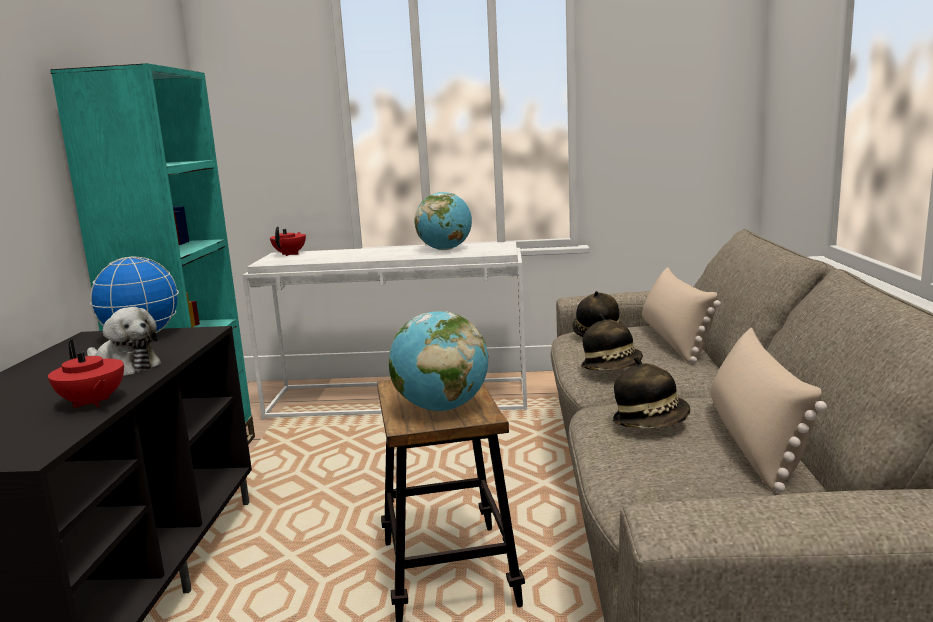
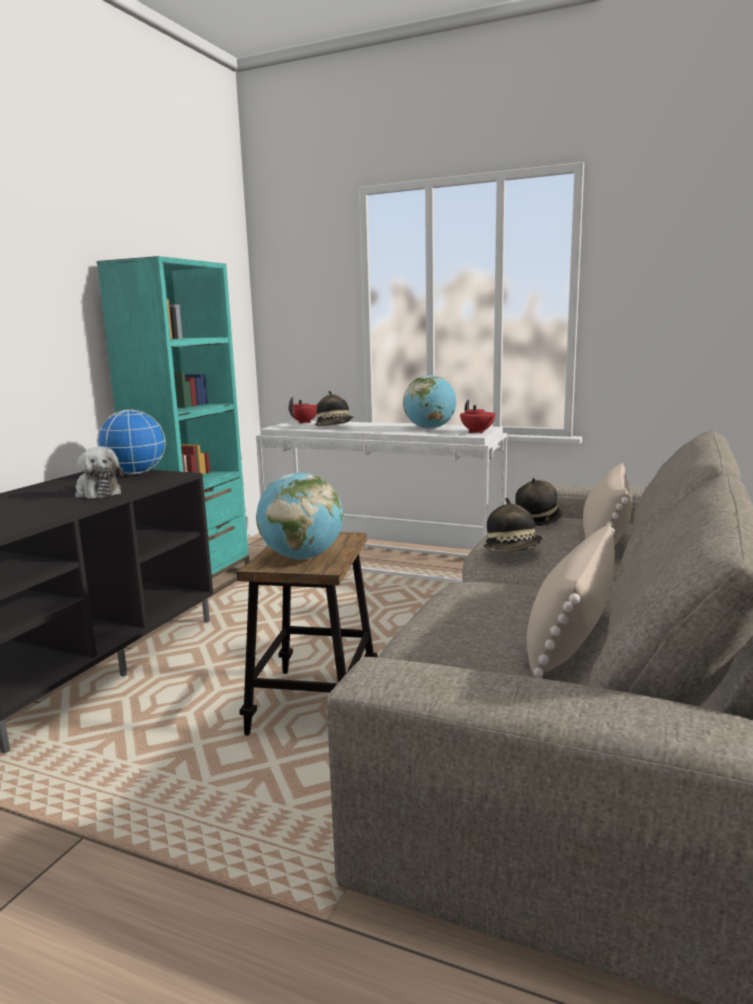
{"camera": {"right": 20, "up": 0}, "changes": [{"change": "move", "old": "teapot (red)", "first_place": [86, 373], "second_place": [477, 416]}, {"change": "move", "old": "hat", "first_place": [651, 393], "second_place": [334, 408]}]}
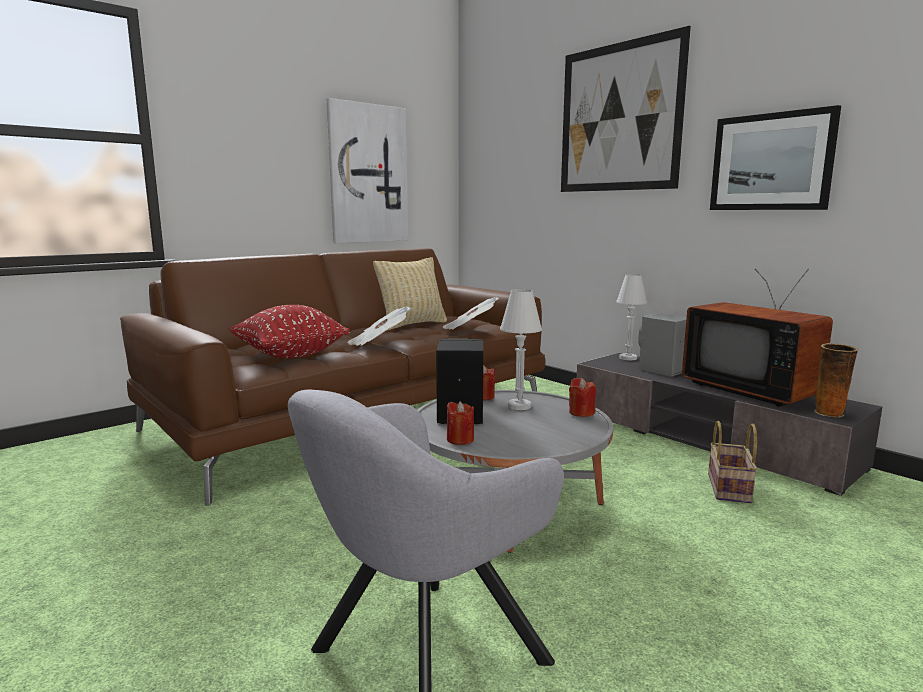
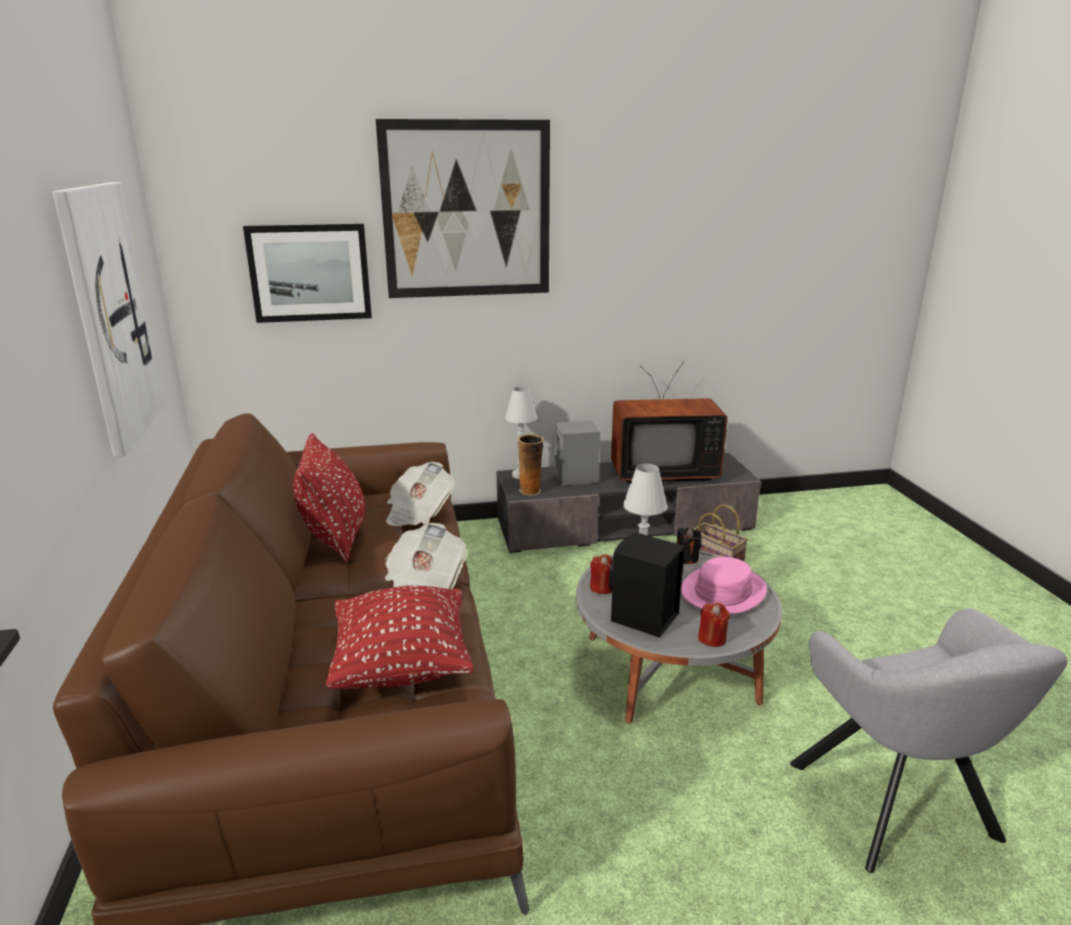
{"camera": {"right": -60, "up": 10}, "changes": [{"change": "insert", "new": "hat (pink)", "second_place": [724, 585]}, {"change": "move", "old": "picture", "first_place": [775, 157], "second_place": [307, 273]}, {"change": "move", "old": "vase", "first_place": [836, 380], "second_place": [531, 465]}, {"change": "recolor", "old": "pillow (beige)", "new": "pillow (red)", "first_place": [410, 293], "second_place": [329, 497]}, {"change": "recolor", "old": "candle (red)", "new": "candle (black)", "first_place": [582, 397], "second_place": [689, 546]}]}
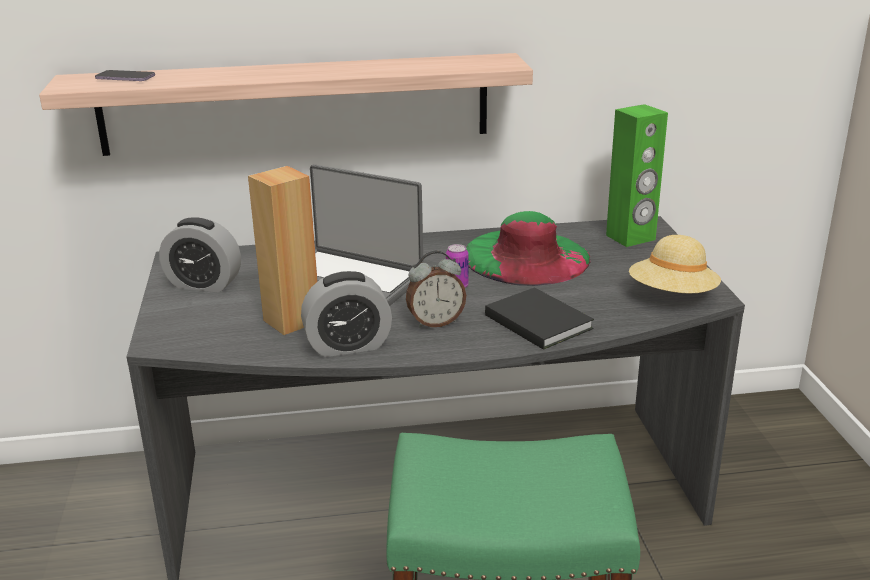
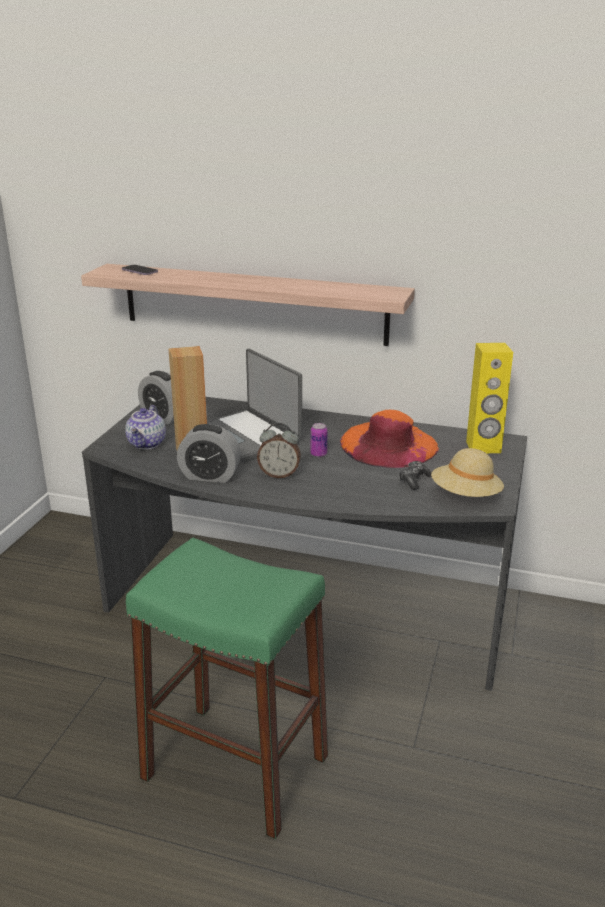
{"camera": {"right": 25, "up": 0}, "changes": [{"change": "delete", "old": "book (black)", "first_place": [539, 318]}, {"change": "insert", "new": "teapot", "second_place": [145, 427]}, {"change": "insert", "new": "game controller", "second_place": [415, 475]}, {"change": "recolor", "old": "hat (green)", "new": "hat (orange)", "first_place": [528, 248], "second_place": [389, 439]}, {"change": "recolor", "old": "speaker (green)", "new": "speaker (yellow)", "first_place": [637, 175], "second_place": [489, 398]}]}
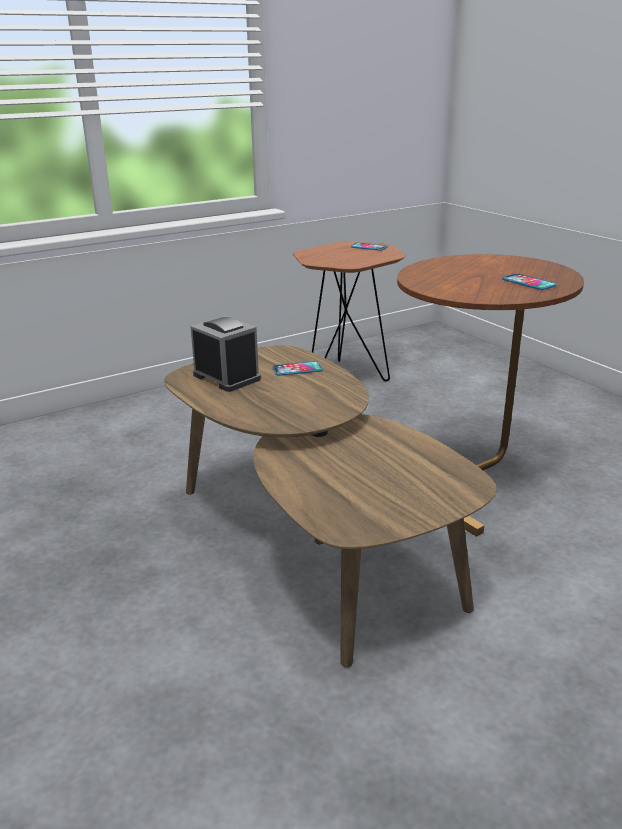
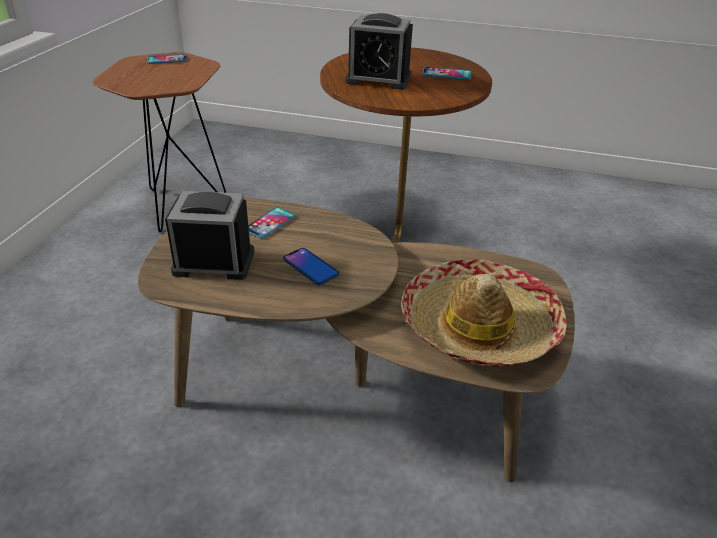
{"camera": {"right": -45, "up": 10}, "changes": [{"change": "insert", "new": "phone", "second_place": [311, 266]}, {"change": "insert", "new": "alarm clock", "second_place": [379, 51]}, {"change": "insert", "new": "hat", "second_place": [484, 313]}]}
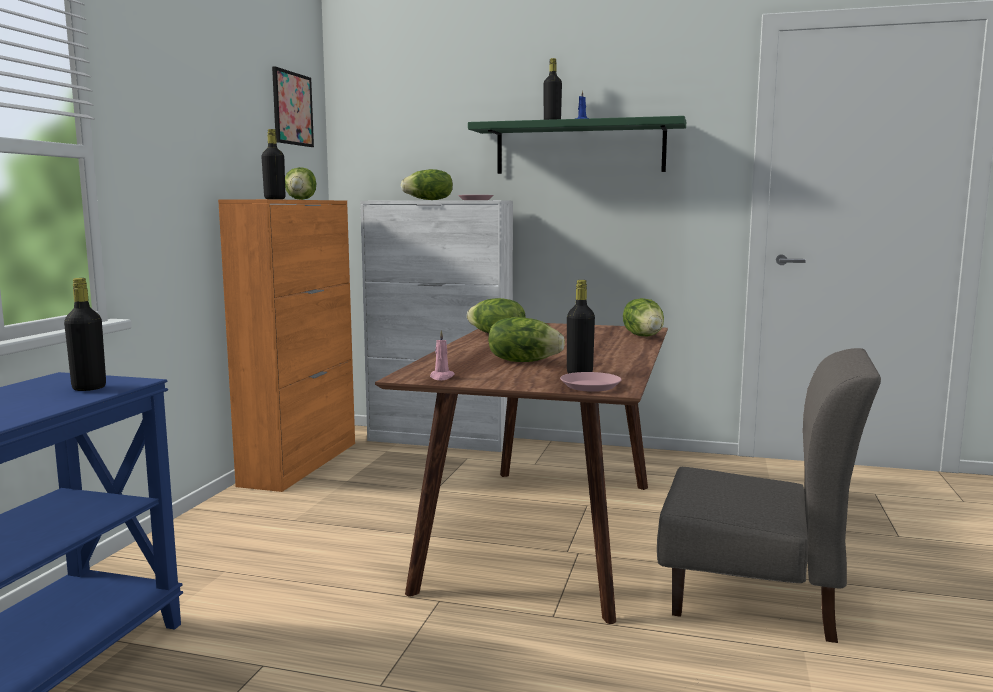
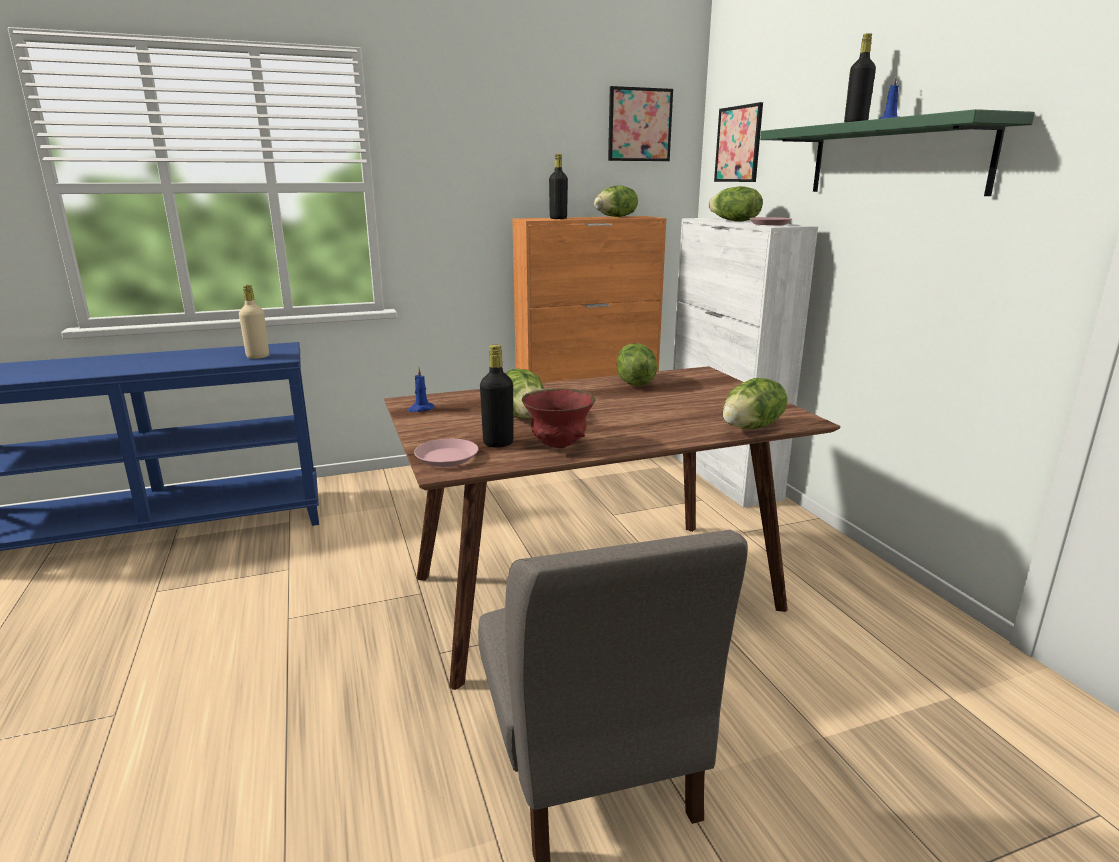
{"camera": {"right": 55, "up": 10}, "changes": [{"change": "insert", "new": "bowl (red)", "second_place": [558, 418]}, {"change": "insert", "new": "picture", "second_place": [738, 142]}, {"change": "recolor", "old": "bottle (black)", "new": "bottle (beige)", "first_place": [85, 334], "second_place": [254, 322]}, {"change": "recolor", "old": "candle (pink)", "new": "candle (blue)", "first_place": [442, 355], "second_place": [421, 390]}]}
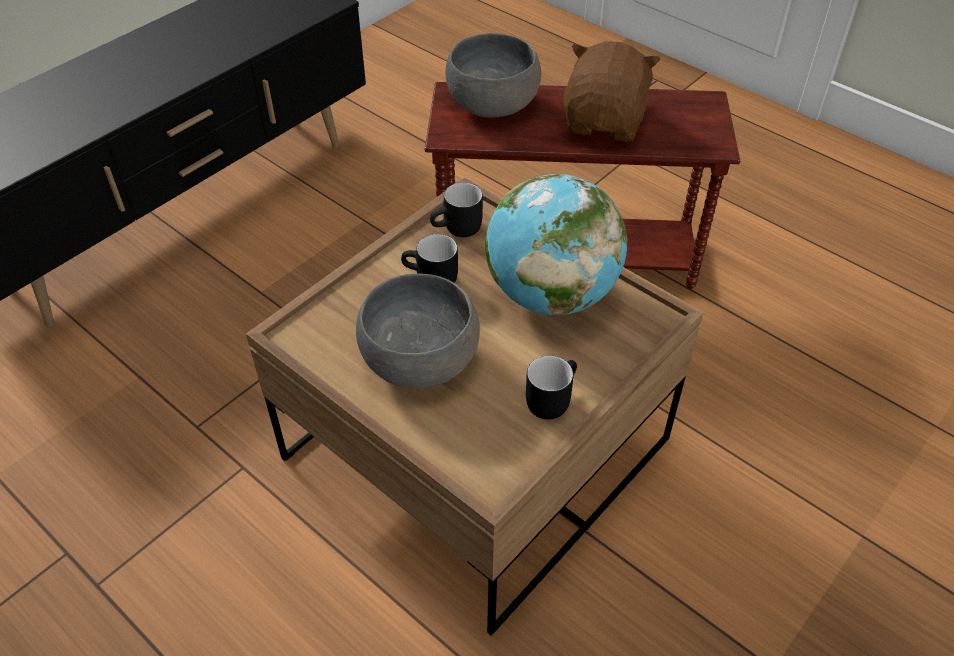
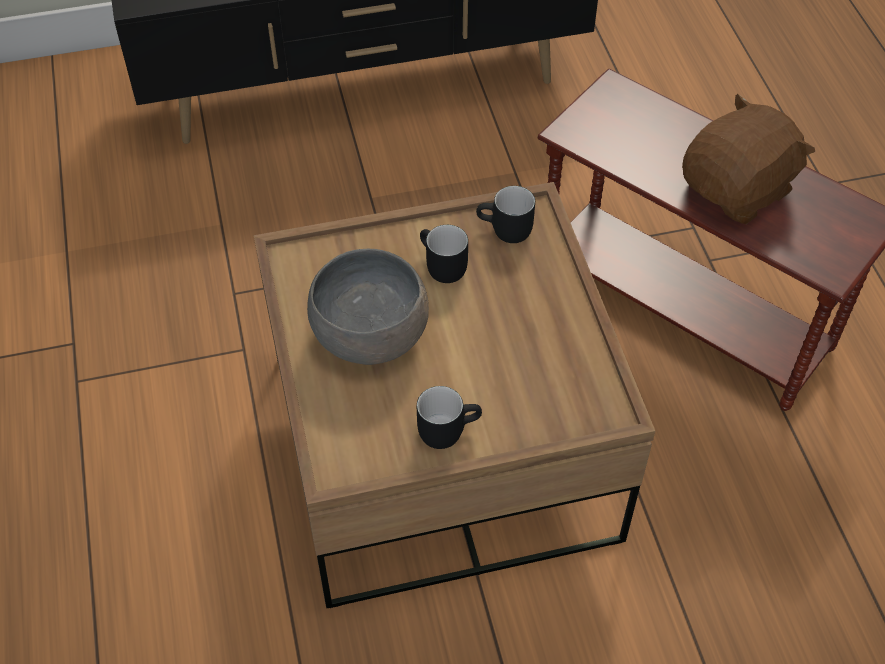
{"camera": {"right": 35, "up": 5}, "changes": [{"change": "delete", "old": "bowl (grey)", "first_place": [493, 75]}, {"change": "delete", "old": "globe", "first_place": [556, 244]}]}
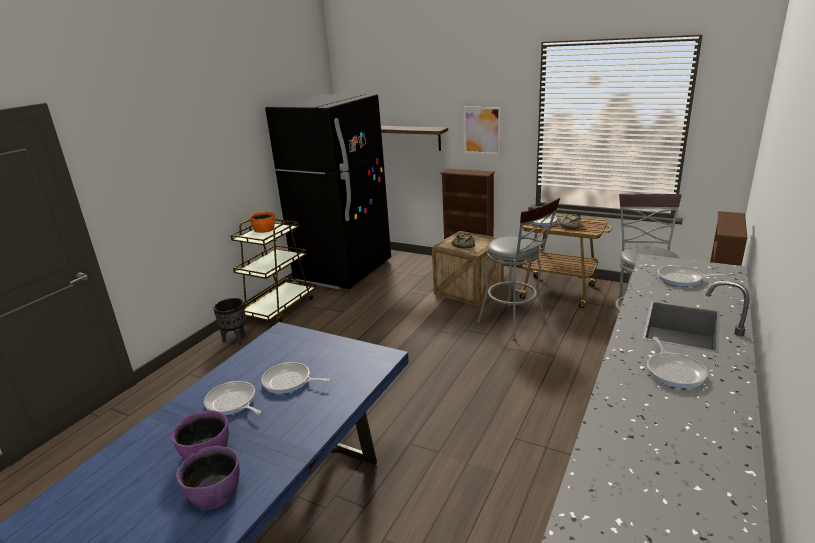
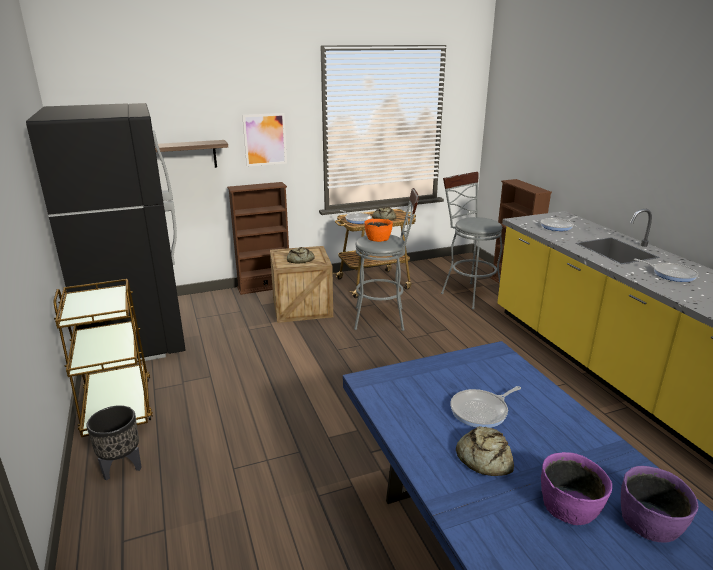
{"camera": {"right": -50, "up": 0}, "changes": [{"change": "move", "old": "bowl (orange)", "first_place": [262, 222], "second_place": [378, 230]}, {"change": "replace", "old": "frying pan", "new": "bread", "first_place": [232, 398], "second_place": [485, 451]}]}
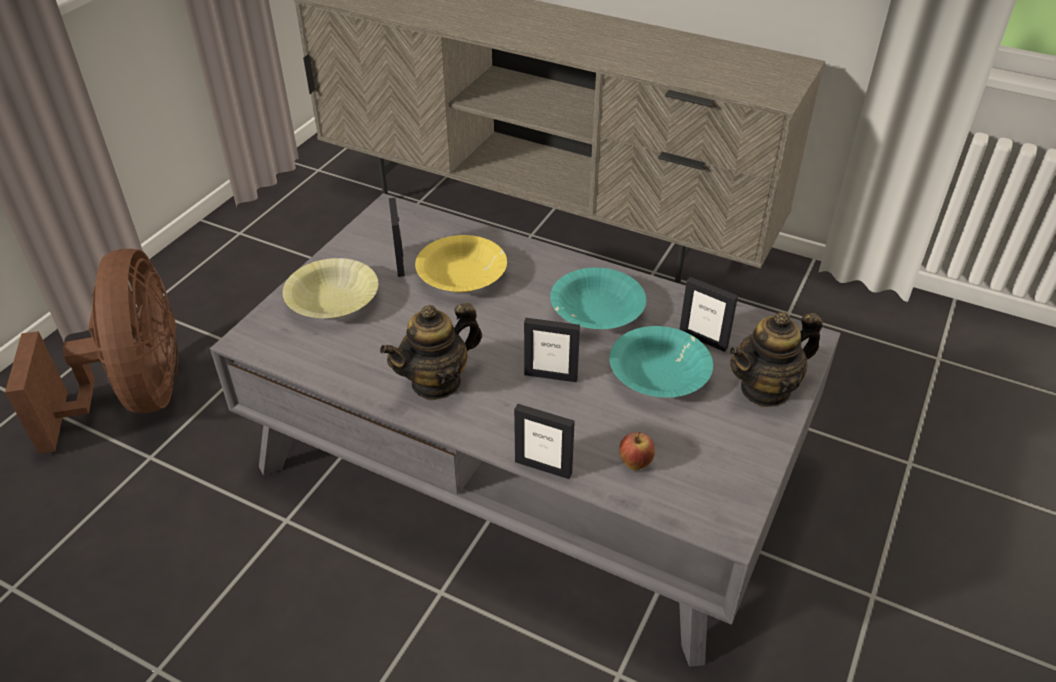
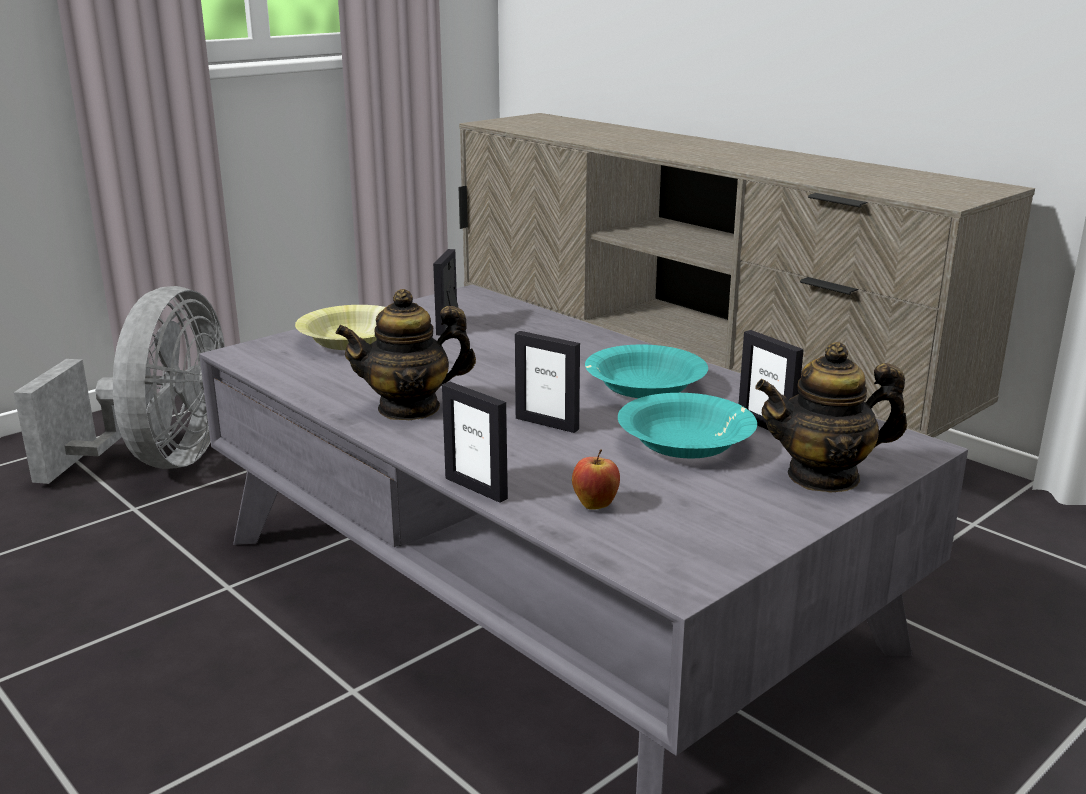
{"camera": {"right": 20, "up": -20}, "changes": [{"change": "delete", "old": "bowl (yellow)", "first_place": [461, 263]}, {"change": "recolor", "old": "fan (brown)", "new": "fan (grey)", "first_place": [91, 351], "second_place": [119, 385]}]}
